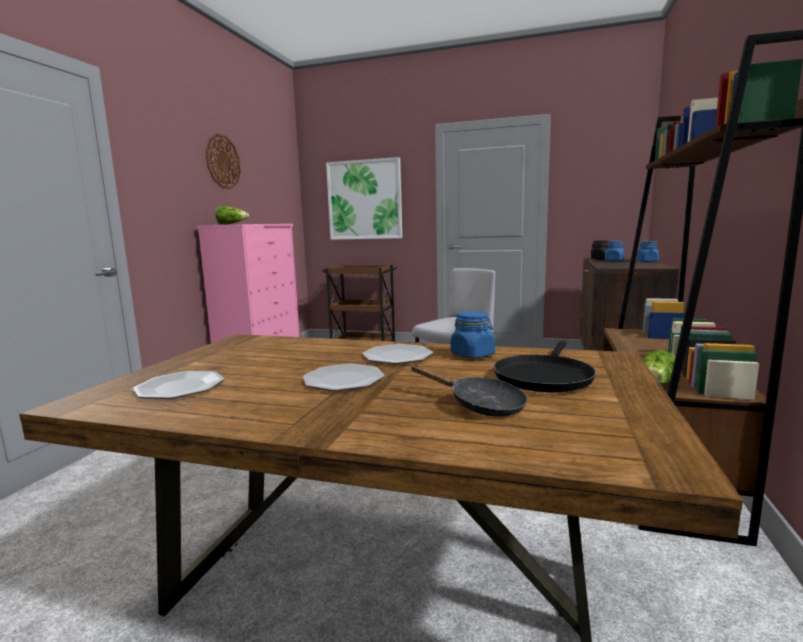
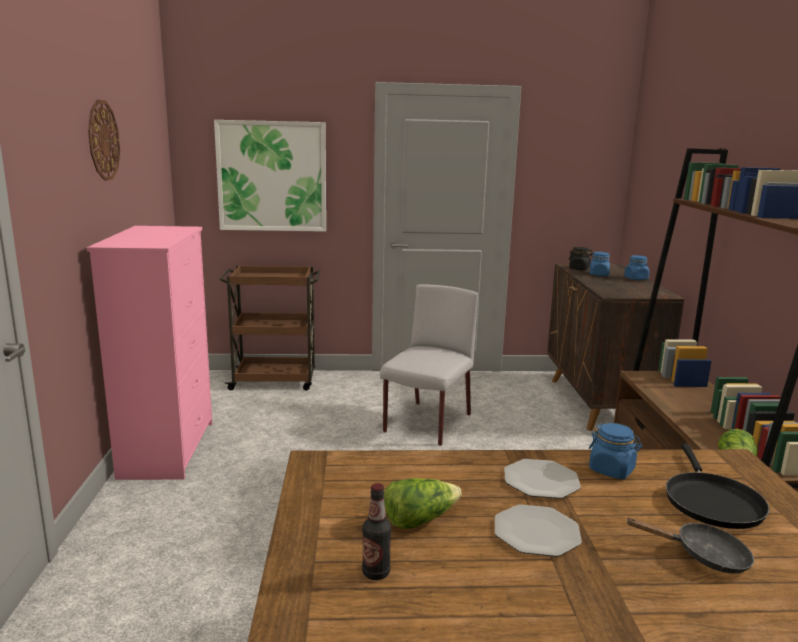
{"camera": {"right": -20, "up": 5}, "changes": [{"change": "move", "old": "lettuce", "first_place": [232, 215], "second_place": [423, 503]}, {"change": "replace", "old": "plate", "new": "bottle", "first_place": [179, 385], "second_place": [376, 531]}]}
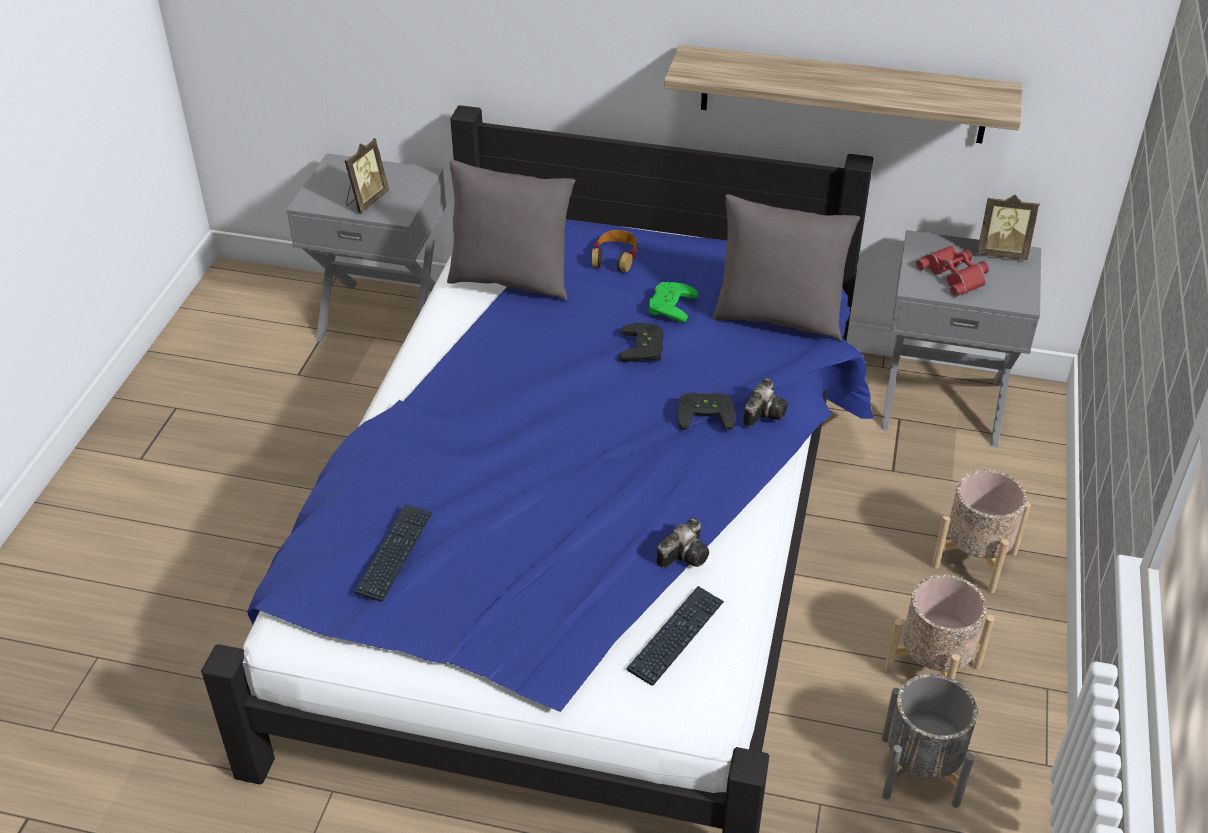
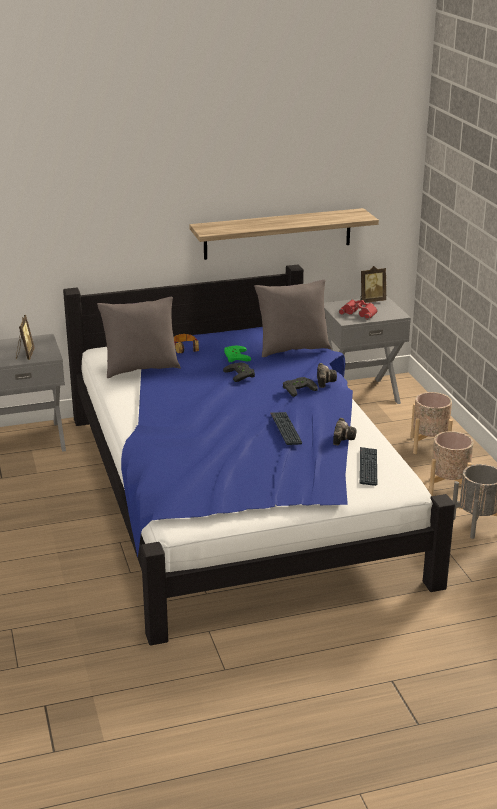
{"camera": {"right": -30, "up": -15}, "changes": [{"change": "move", "old": "keyboard", "first_place": [393, 553], "second_place": [286, 428]}]}
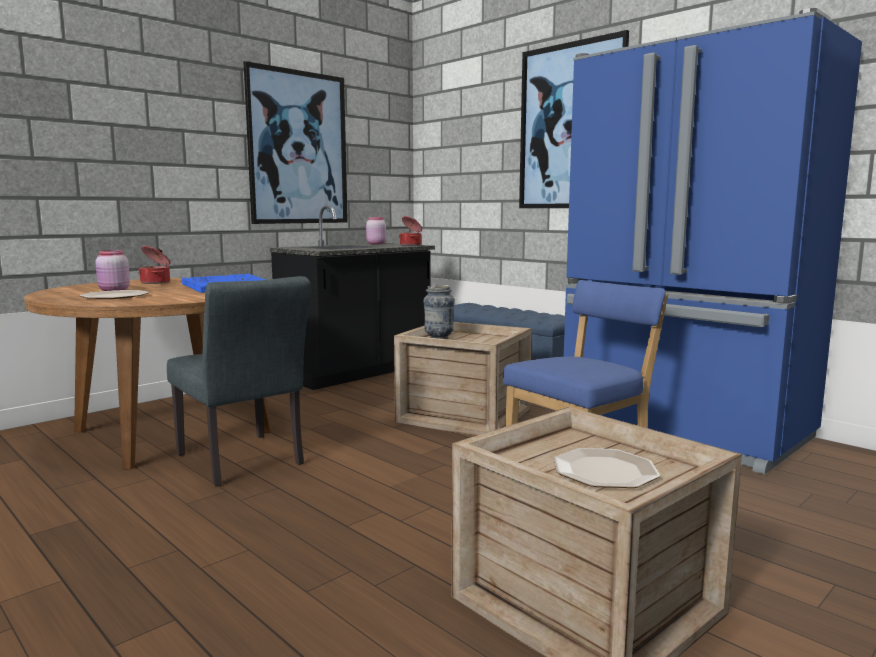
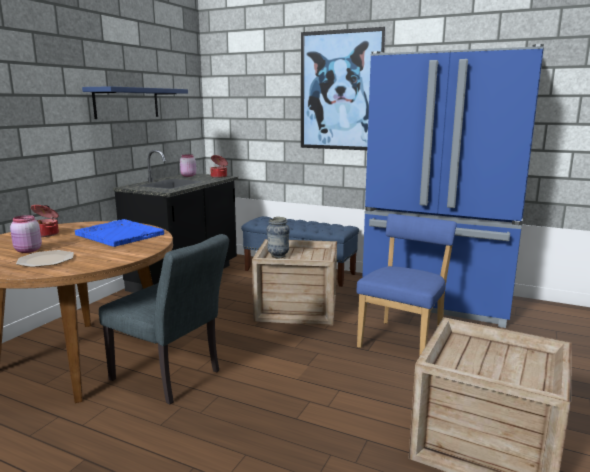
{"camera": {"right": -20, "up": 5}, "changes": [{"change": "delete", "old": "plate", "first_place": [607, 468]}, {"change": "replace", "old": "picture", "new": "shelf (blue)", "first_place": [296, 142], "second_place": [135, 102]}]}
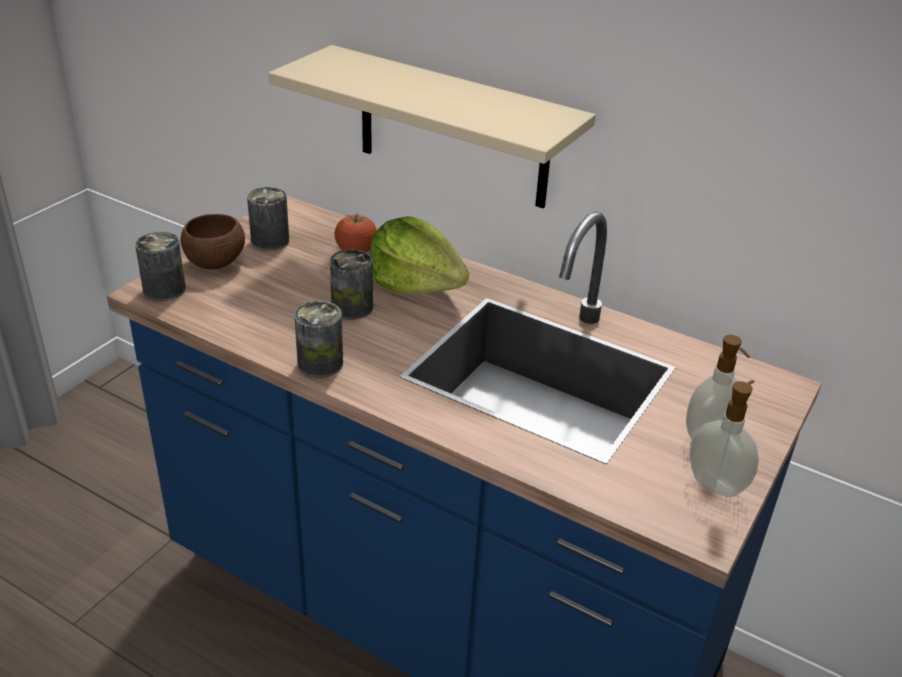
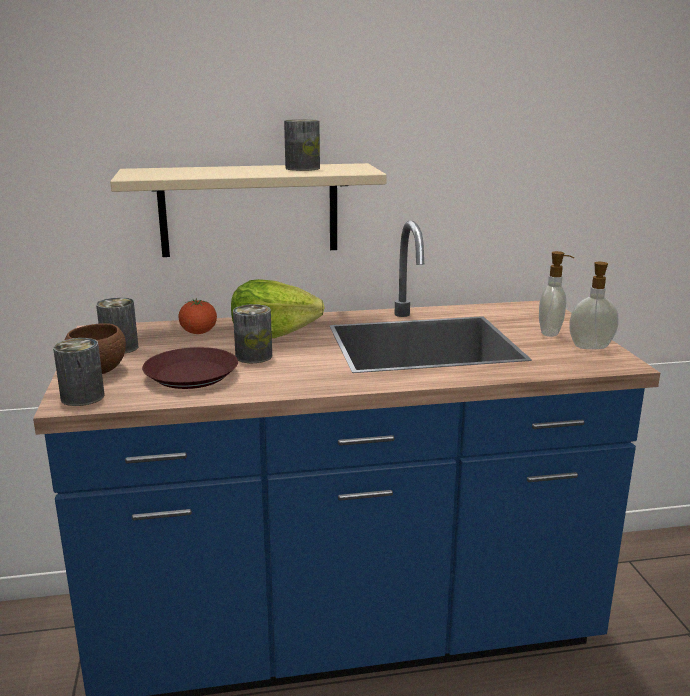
{"camera": {"right": -40, "up": -15}, "changes": [{"change": "insert", "new": "plate (brown)", "second_place": [190, 368]}, {"change": "move", "old": "can", "first_place": [318, 339], "second_place": [302, 145]}]}
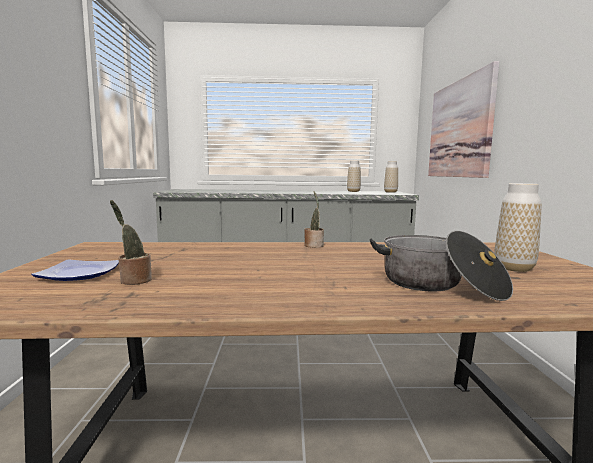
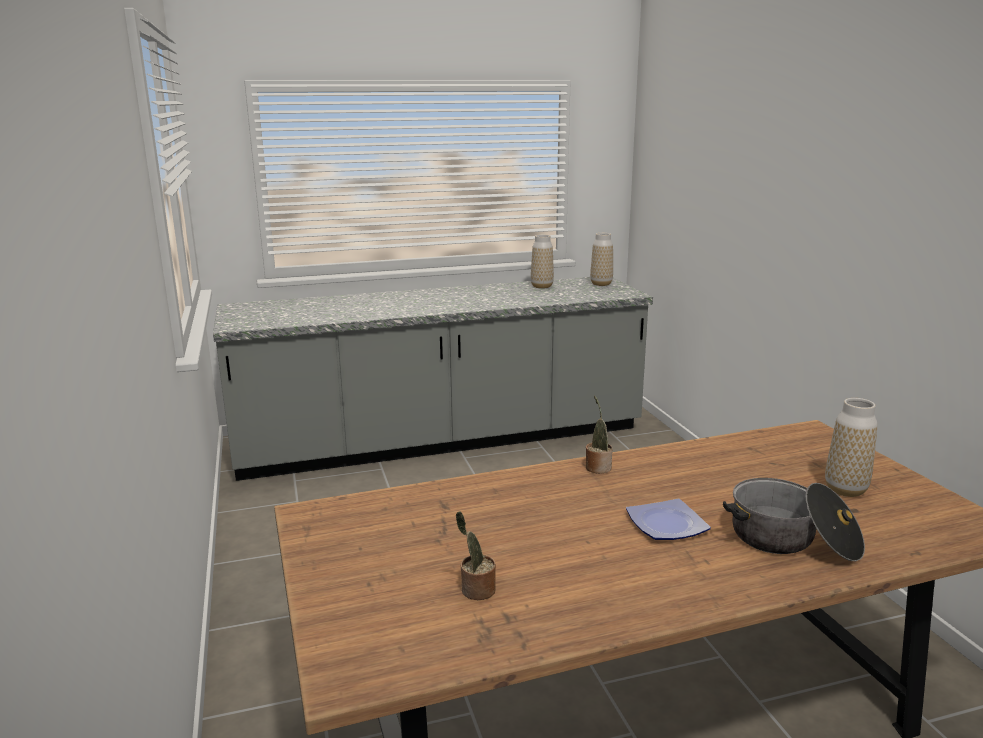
{"camera": {"right": -15, "up": 10}, "changes": [{"change": "delete", "old": "picture", "first_place": [463, 119]}, {"change": "move", "old": "plate", "first_place": [75, 270], "second_place": [668, 519]}]}
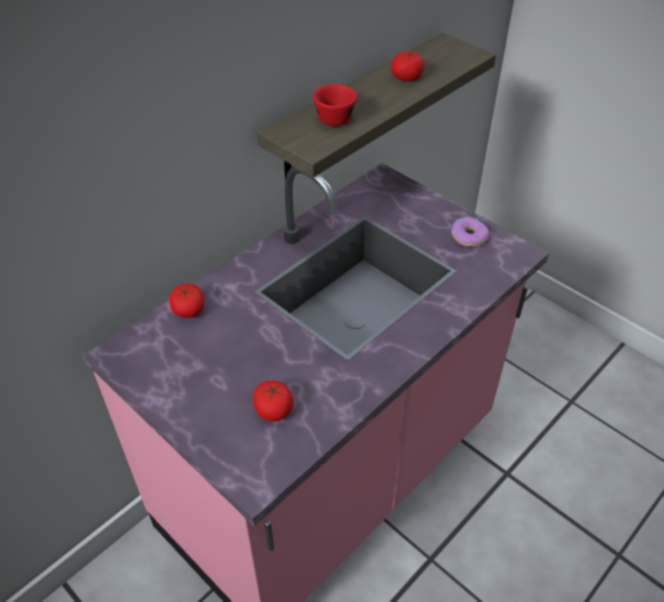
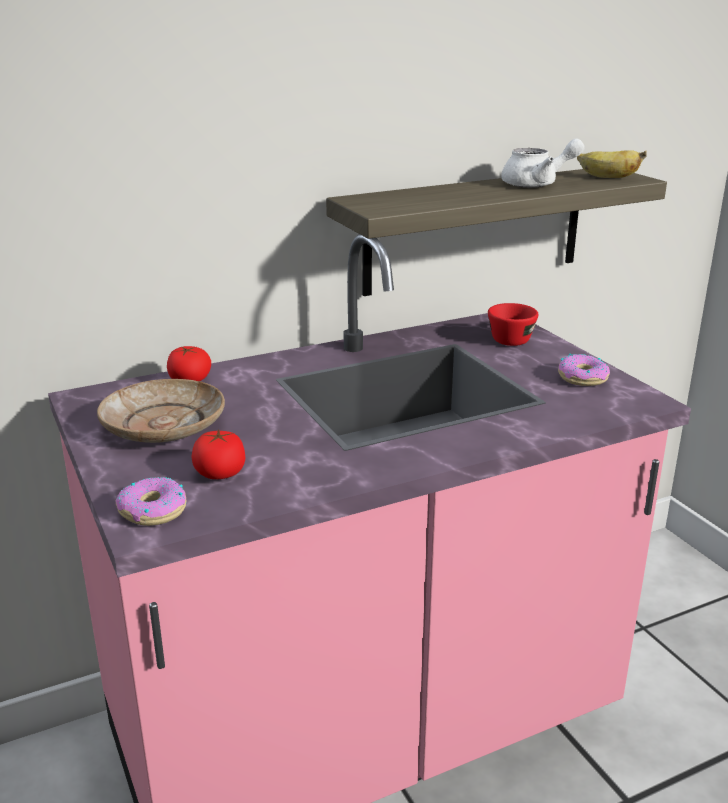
{"camera": {"right": 20, "up": -20}, "changes": [{"change": "insert", "new": "plate (beige)", "second_place": [161, 411]}, {"change": "insert", "new": "donut", "second_place": [151, 501]}, {"change": "insert", "new": "banana", "second_place": [612, 164]}, {"change": "move", "old": "cup (red)", "first_place": [335, 105], "second_place": [513, 324]}, {"change": "replace", "old": "tomato", "new": "teapot (white)", "first_place": [408, 66], "second_place": [543, 163]}]}
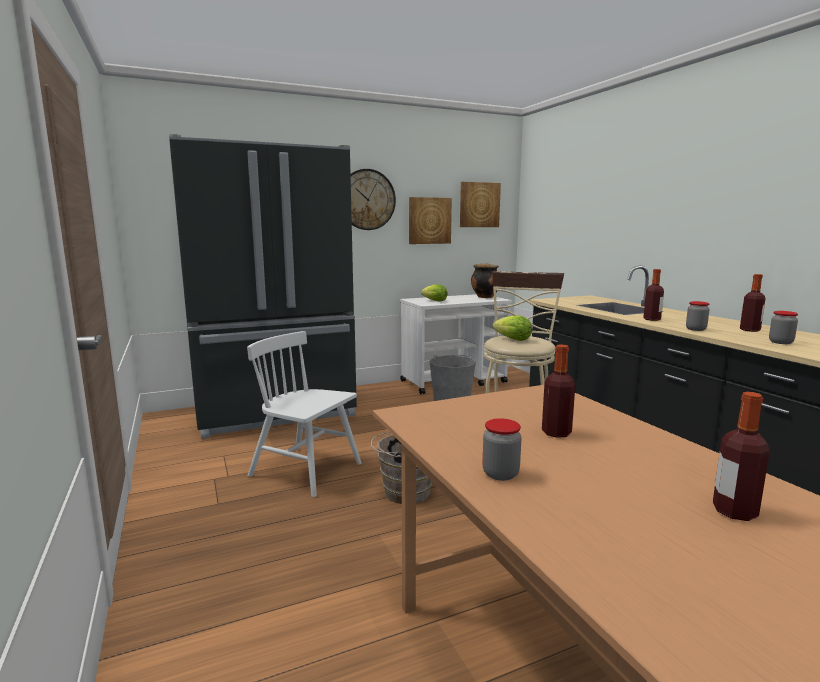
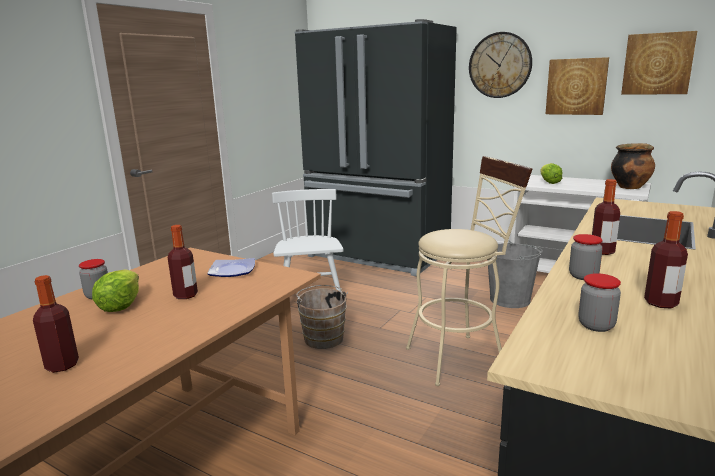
{"camera": {"right": 55, "up": 5}, "changes": [{"change": "insert", "new": "plate", "second_place": [231, 267]}, {"change": "move", "old": "lettuce", "first_place": [512, 328], "second_place": [115, 290]}]}
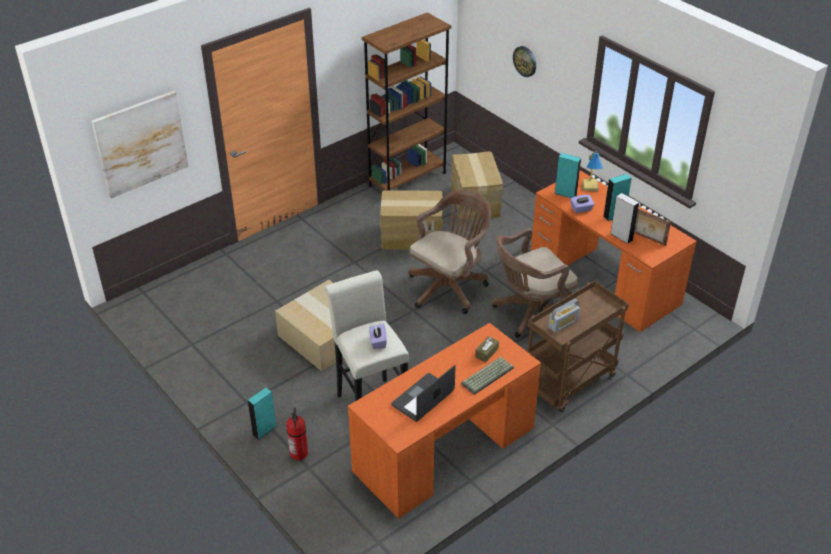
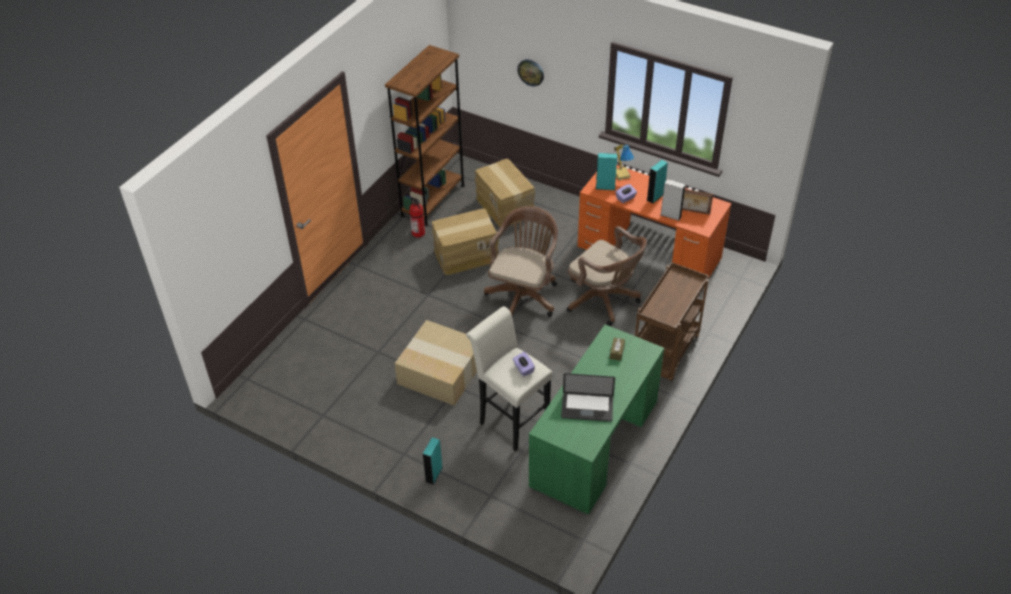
{"camera": {"right": -20, "up": 5}, "changes": [{"change": "delete", "old": "picture", "first_place": [140, 144]}, {"change": "delete", "old": "keyboard", "first_place": [487, 376]}, {"change": "delete", "old": "radio", "first_place": [564, 316]}, {"change": "move", "old": "fire extinguisher", "first_place": [297, 433], "second_place": [417, 217]}, {"change": "recolor", "old": "desk (orange)", "new": "desk (green)", "first_place": [444, 421], "second_place": [596, 419]}, {"change": "rotate", "old": "laptop", "first_place": [423, 393], "second_place": [588, 397], "degrees": -105}, {"change": "rotate", "old": "office chair (brown)", "first_place": [535, 283], "second_place": [607, 276], "degrees": -90}]}
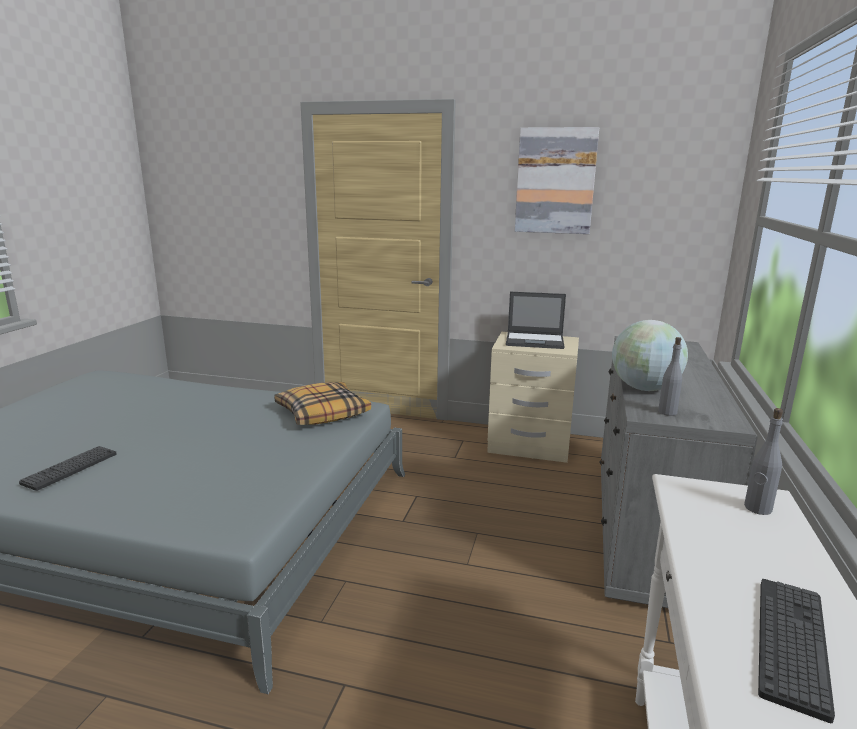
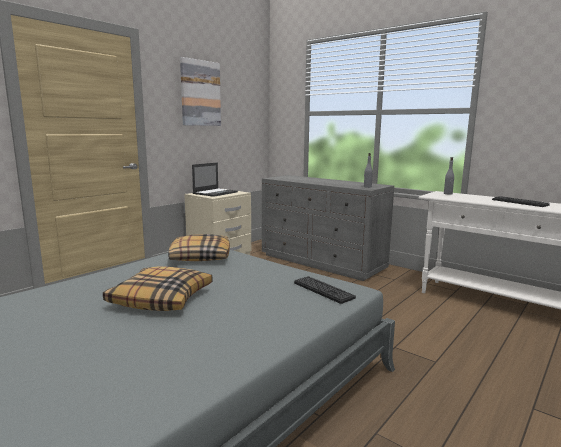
{"camera": {"right": -65, "up": -5}, "changes": [{"change": "delete", "old": "globe", "first_place": [650, 355]}, {"change": "insert", "new": "pillow", "second_place": [158, 288]}, {"change": "move", "old": "keyboard", "first_place": [68, 468], "second_place": [325, 290]}]}
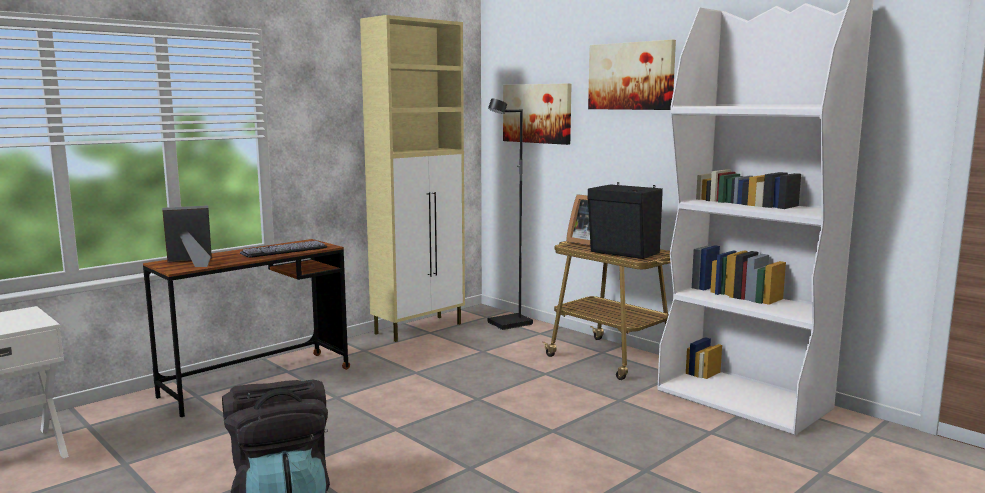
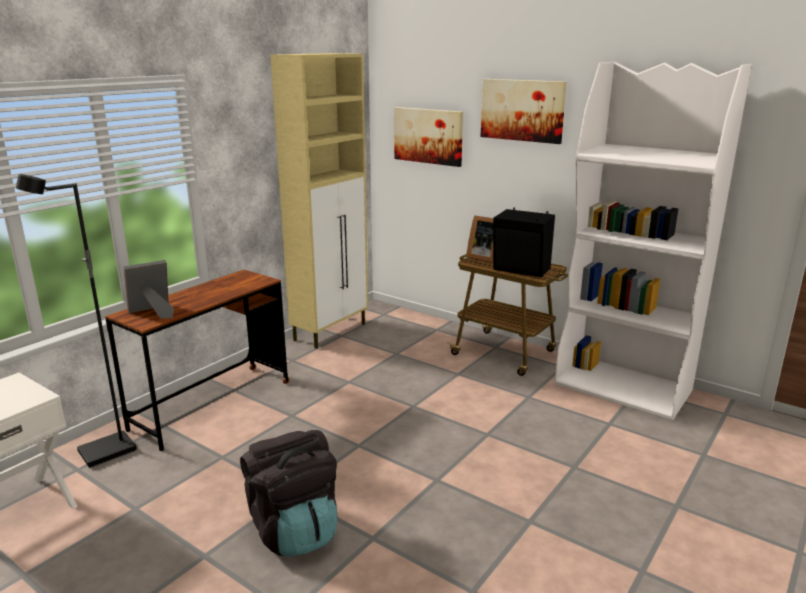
{"camera": {"right": -10, "up": 10}, "changes": [{"change": "delete", "old": "keyboard", "first_place": [283, 249]}, {"change": "move", "old": "floor lamp (black)", "first_place": [510, 214], "second_place": [76, 321]}]}
